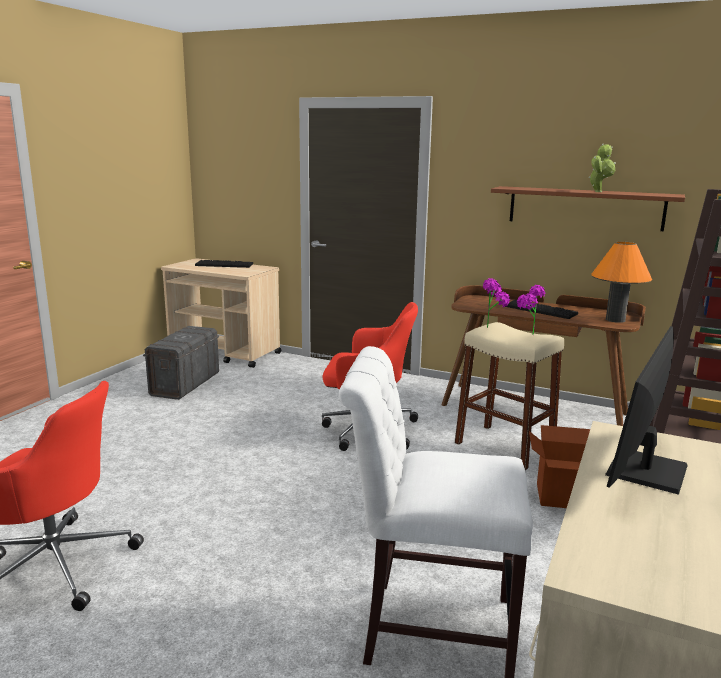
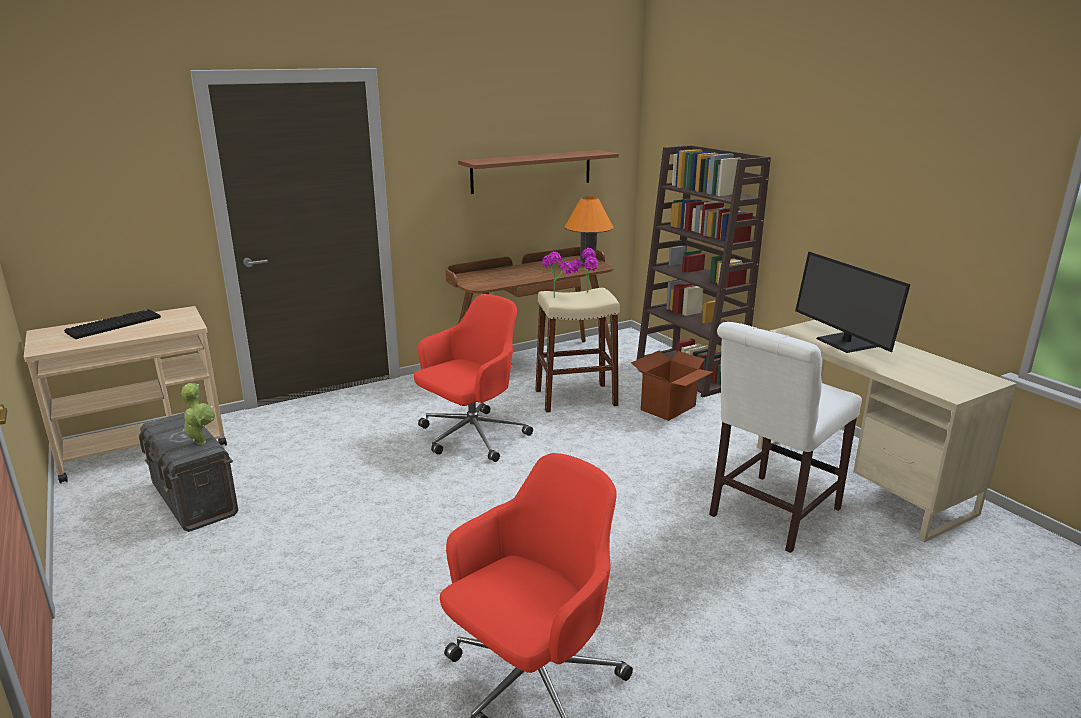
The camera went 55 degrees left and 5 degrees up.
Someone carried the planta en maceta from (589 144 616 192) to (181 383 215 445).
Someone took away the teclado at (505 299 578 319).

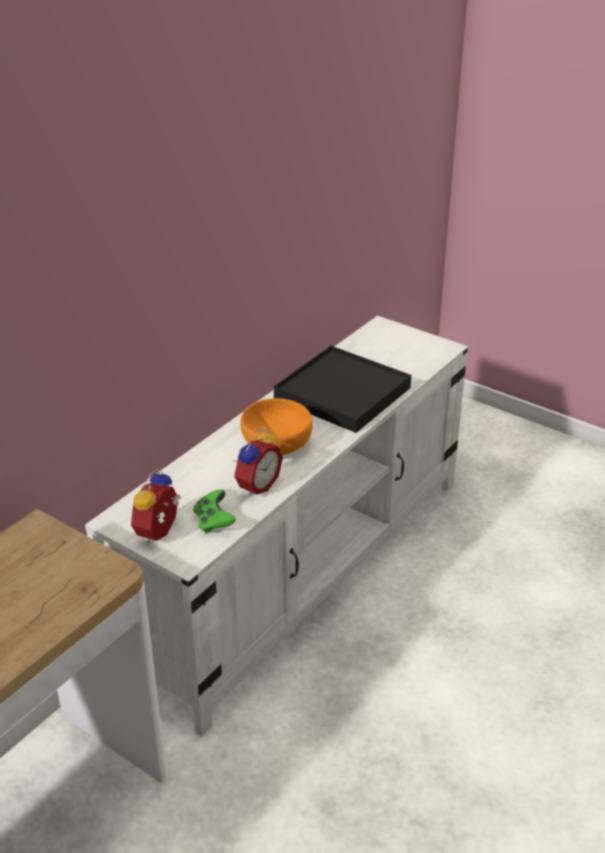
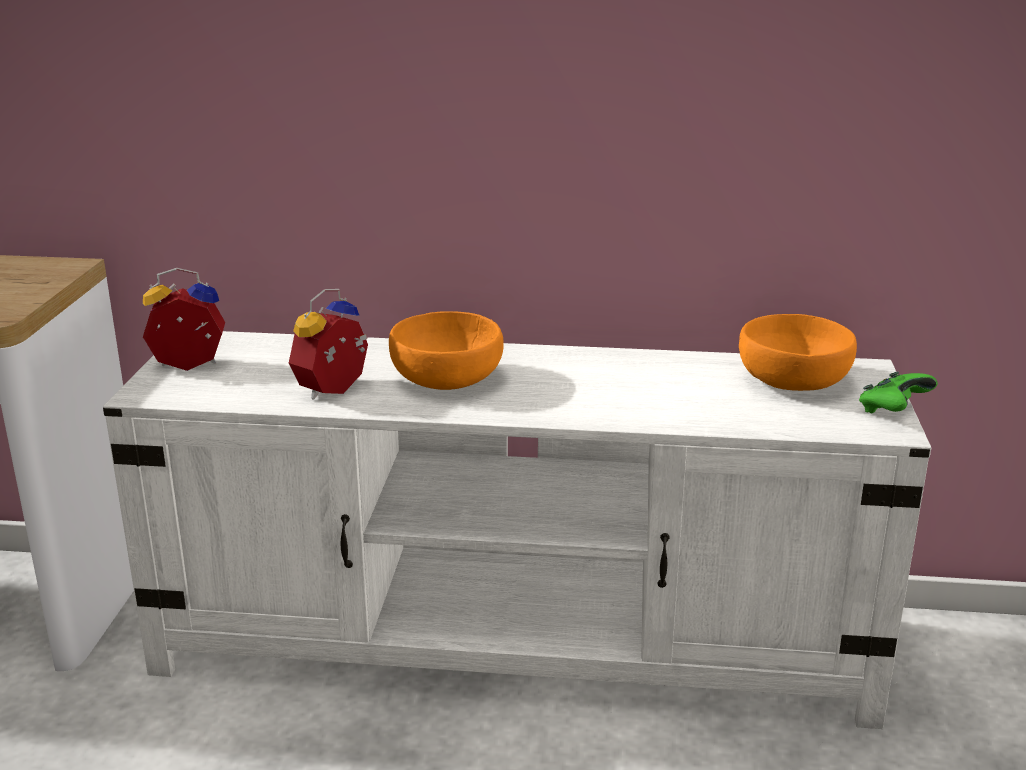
The camera went 60 degrees right and 10 degrees down.
Someone rotated the despertador at (233 427 283 496) by 120 degrees clockwise.
Someone put down the cuenco [naranja] at (739 314 857 391).
Someone carried the mando de consola [verde] from (193 489 236 534) to (859 372 938 414).
Someone took away the bandeja [negro] at (274 346 411 433).

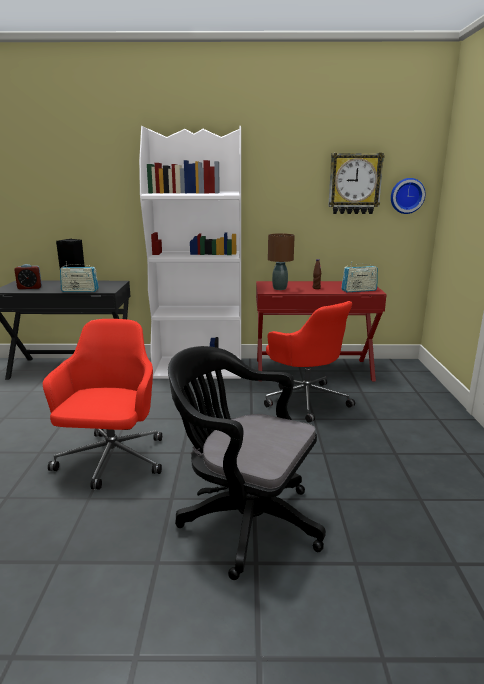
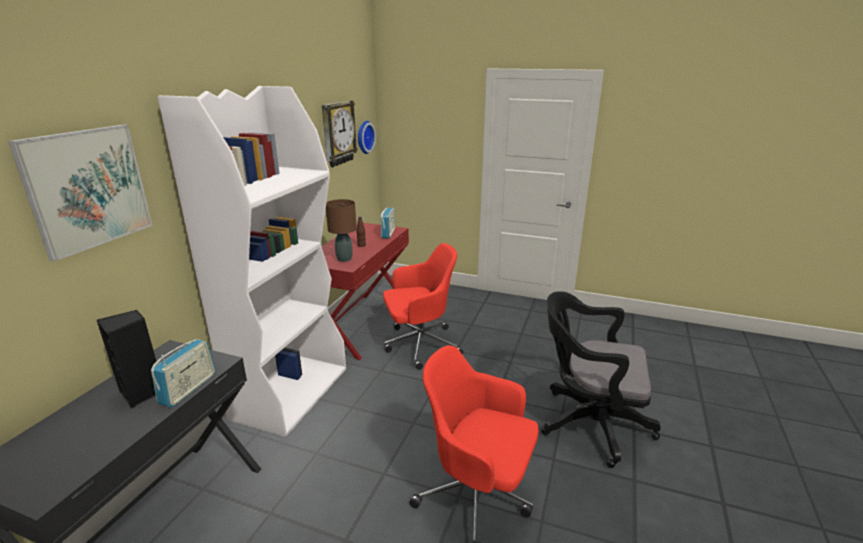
The camera went 70 degrees left and 5 degrees up.
Someone put up the cuadro at (8 124 153 261).
Someone rotated the silla de oficina [negro] at (168 346 326 580) by 60 degrees clockwise.
Someone took away the despertador at (14 264 42 289).

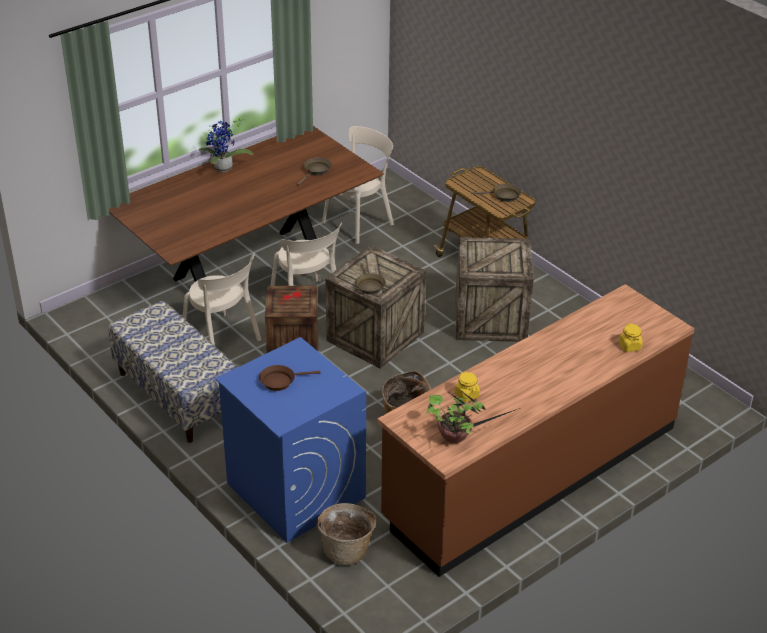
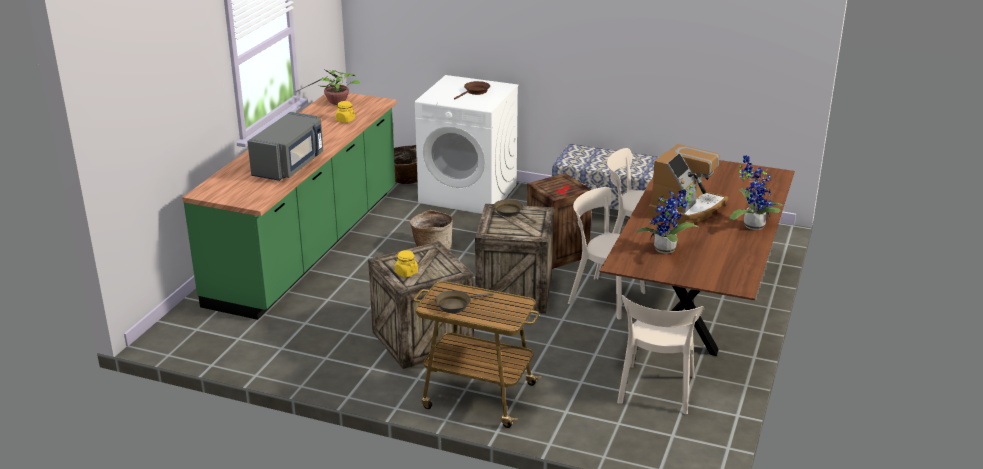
The camera went 150 degrees right and 10 degrees down.
Someone repainted the mueble bajo de cocina [marrón] at (377 284 695 577), which became the mueble bajo de cocina [verde] at (182 93 396 320).
Someone put down the microondas [gris] at (247 112 323 181).
Someone carried the tarro [amarillo] from (619 323 643 352) to (395 250 418 278).
Someone repainted the lavadora [azul] at (215 337 366 543), which became the lavadora [blanco] at (415 75 519 214).
Someone swapped the sartén [marrón] at (297 157 332 185) for the planta en maceta at (636 184 698 254).
Someone put down the cafetera at (648 144 729 224).

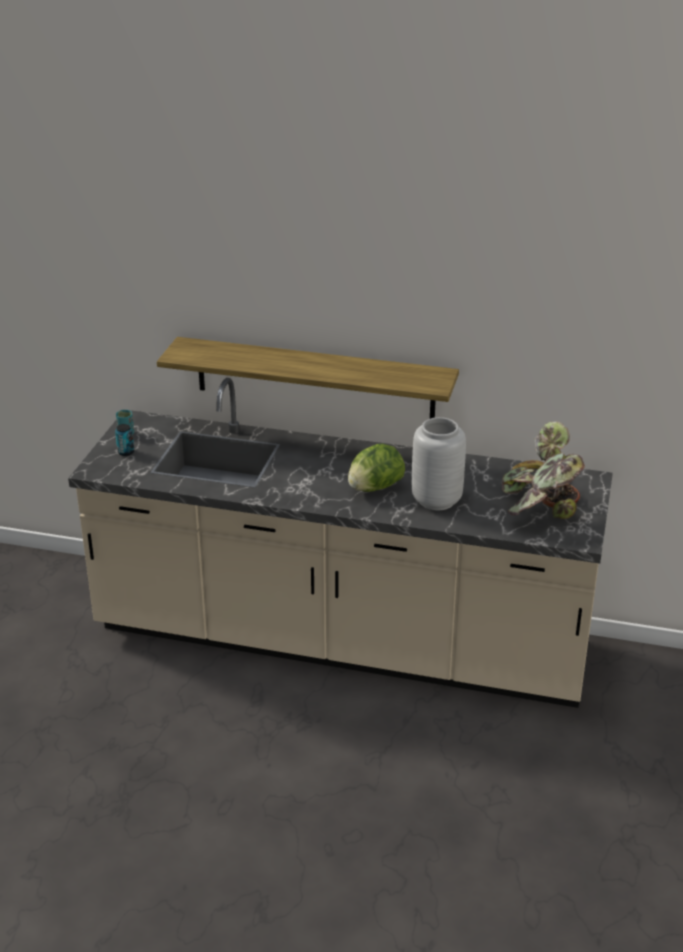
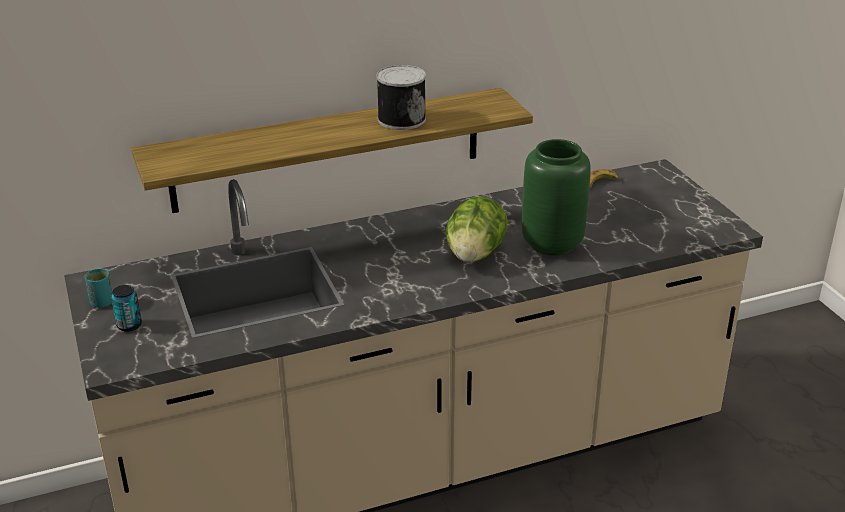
The camera went 35 degrees left and 0 degrees up.
Someone put down the lata at (377 65 426 130).
Someone repainted the florero [gris] at (412 417 466 510), which became the florero [verde] at (522 139 591 256).
Someone took away the planta en maceta at (502 421 585 519).

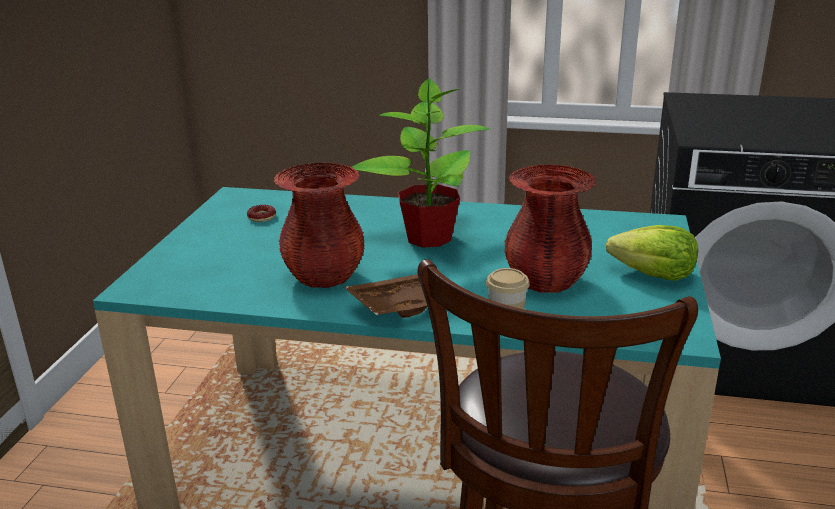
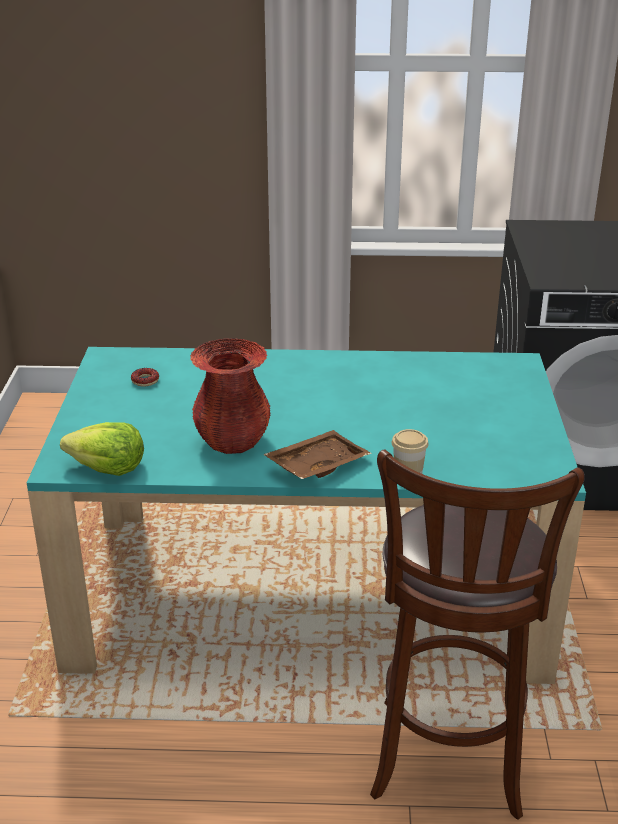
The camera went 10 degrees left and 5 degrees up.
Someone carried the lechuga from (606 225 698 281) to (60 422 144 476).
Someone took away the planta en maceta at (352 76 490 248).
Someone took away the florero [rojo] at (504 165 597 293).

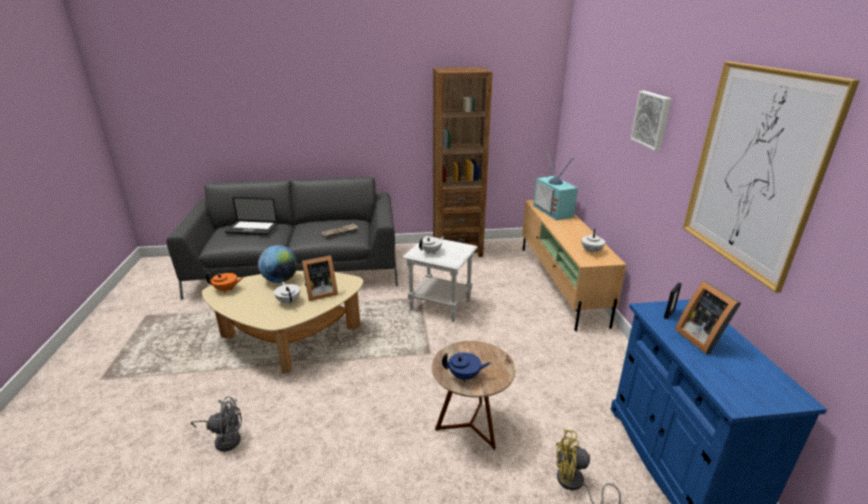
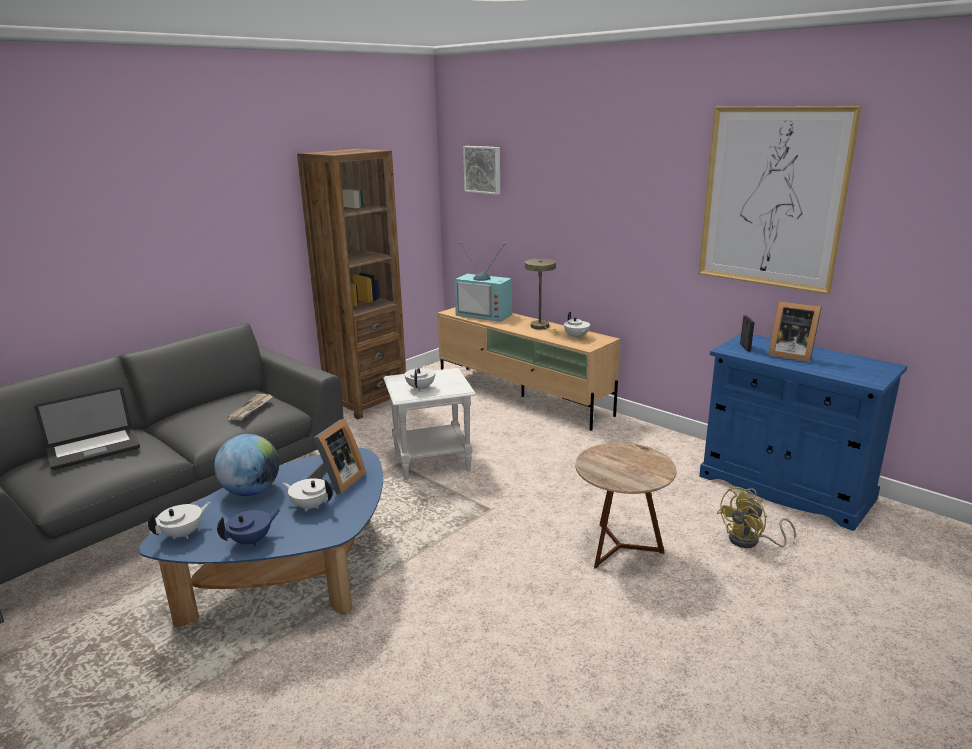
The camera went 40 degrees left and 5 degrees down.
Someone repainted the mesa de centro [beis] at (202 271 363 373), which became the mesa de centro [azul] at (139 448 383 627).
Someone repainted the tetera [naranja] at (206 272 244 293), which became the tetera [blanco] at (148 502 211 539).
Someone carried the tetera [azul] from (442 352 491 382) to (217 509 280 547).
Someone carried the cuadro from (631 91 672 151) to (463 146 500 195).
Someone put down the lámpara de mesa [beis] at (525 259 559 335).
Someone took away the ventilador [gris] at (191 396 242 452).

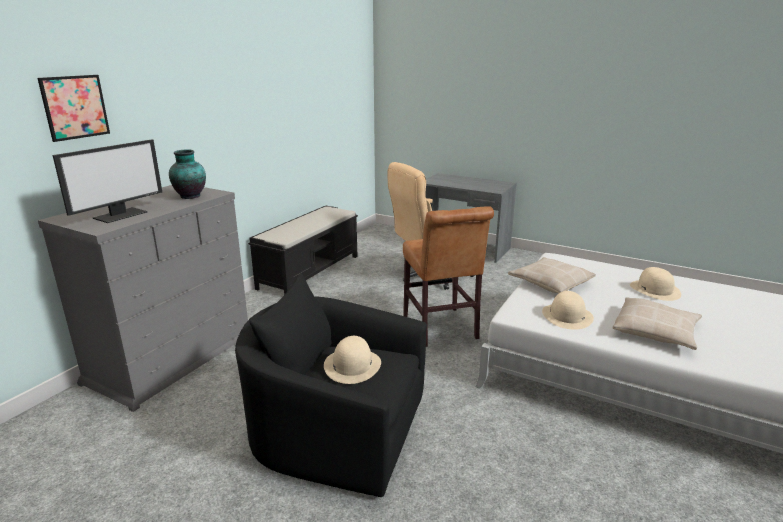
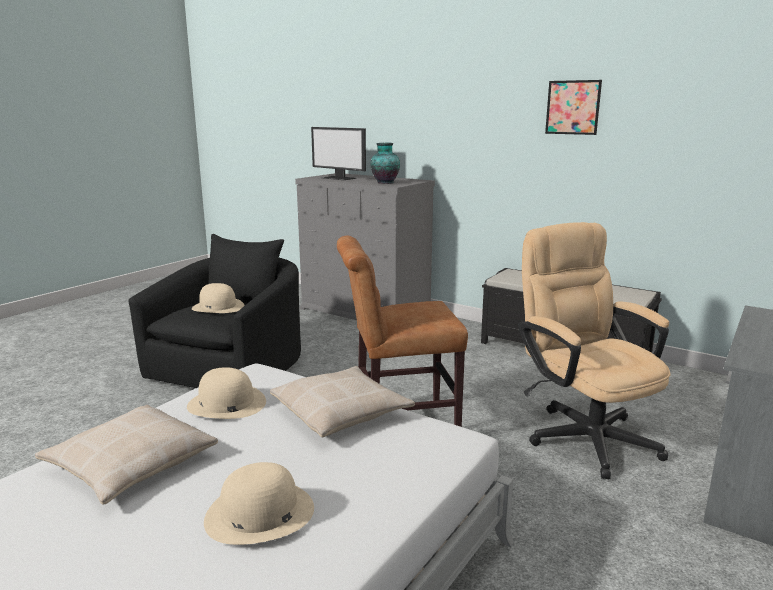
The camera went 95 degrees right and 5 degrees down.
Someone carried the cuadro from (37 75 110 142) to (545 80 602 135).

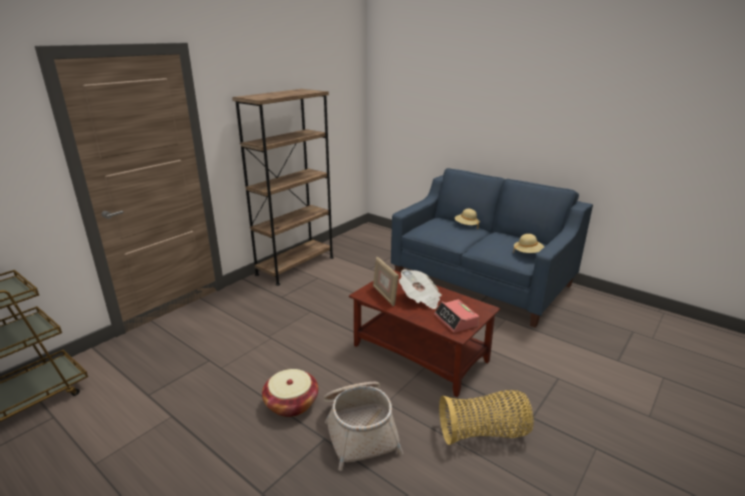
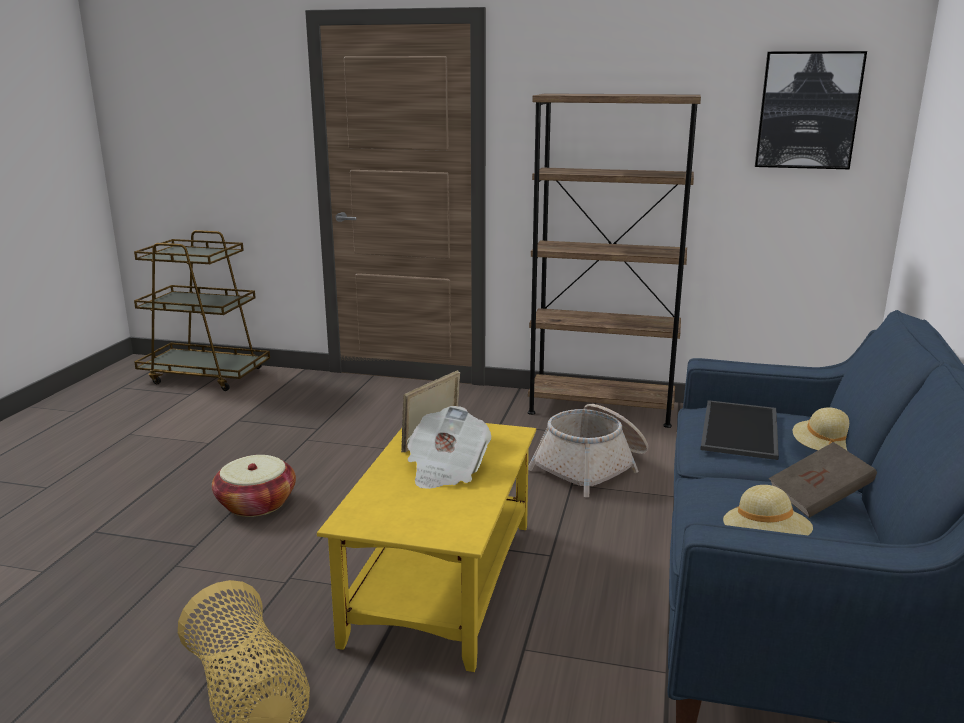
The camera went 65 degrees right and 5 degrees down.
Someone repainted the mesa de centro [marrón] at (349 270 500 397), which became the mesa de centro [amarillo] at (317 423 536 672).
Someone carried the cesta from (323 382 404 471) to (528 404 648 497).
Someone put down the bandeja at (700 400 779 460).
Someone put up the cuadro at (755 51 867 169).
Someone put down the libro [marrón] at (769 442 877 518).
Someone took away the despertador at (434 299 479 333).

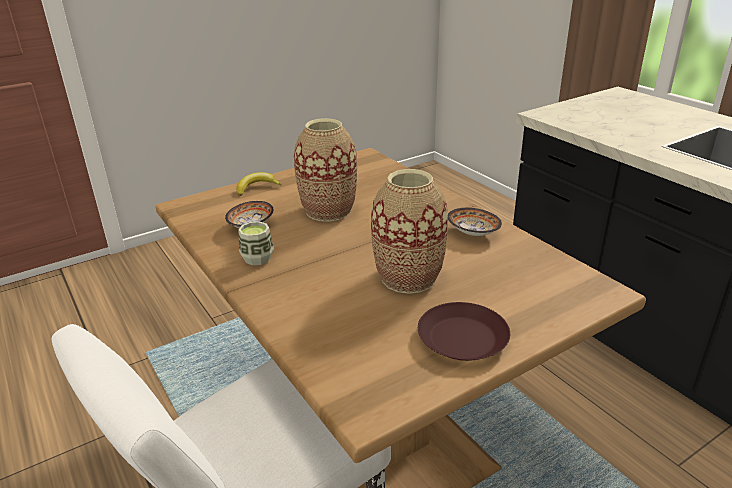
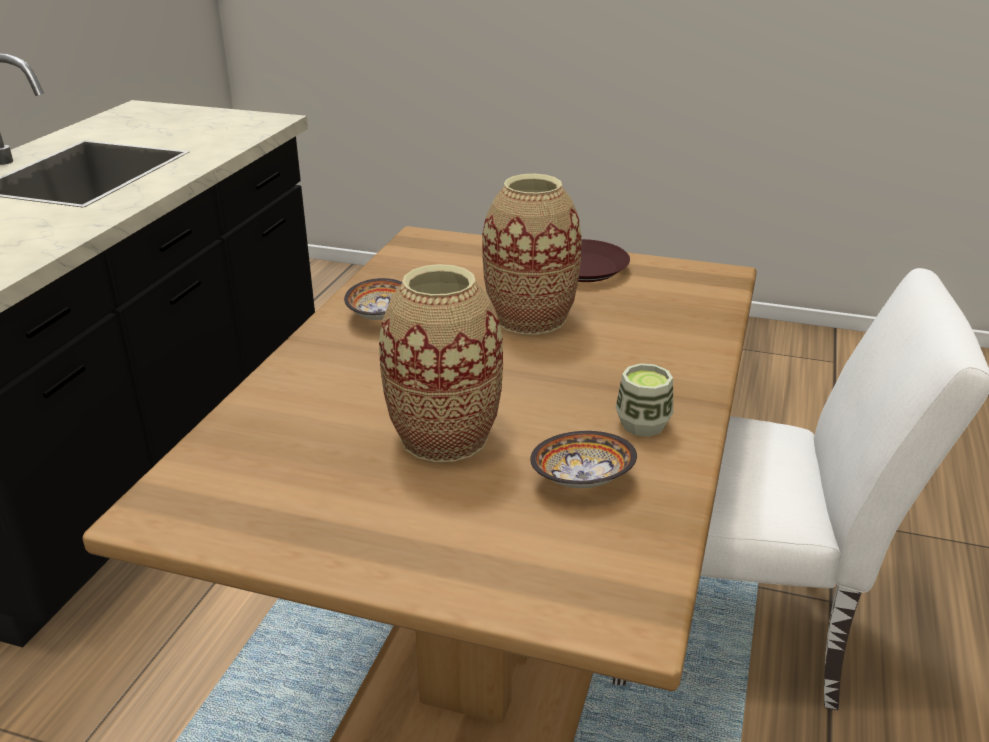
The camera went 130 degrees left and 0 degrees up.
Someone took away the plátano at (236 172 282 196).

